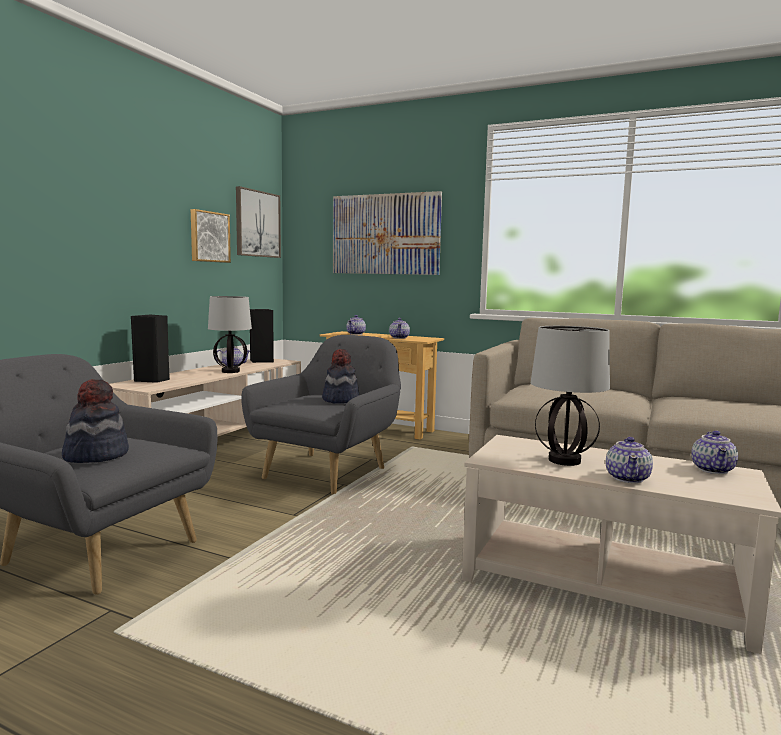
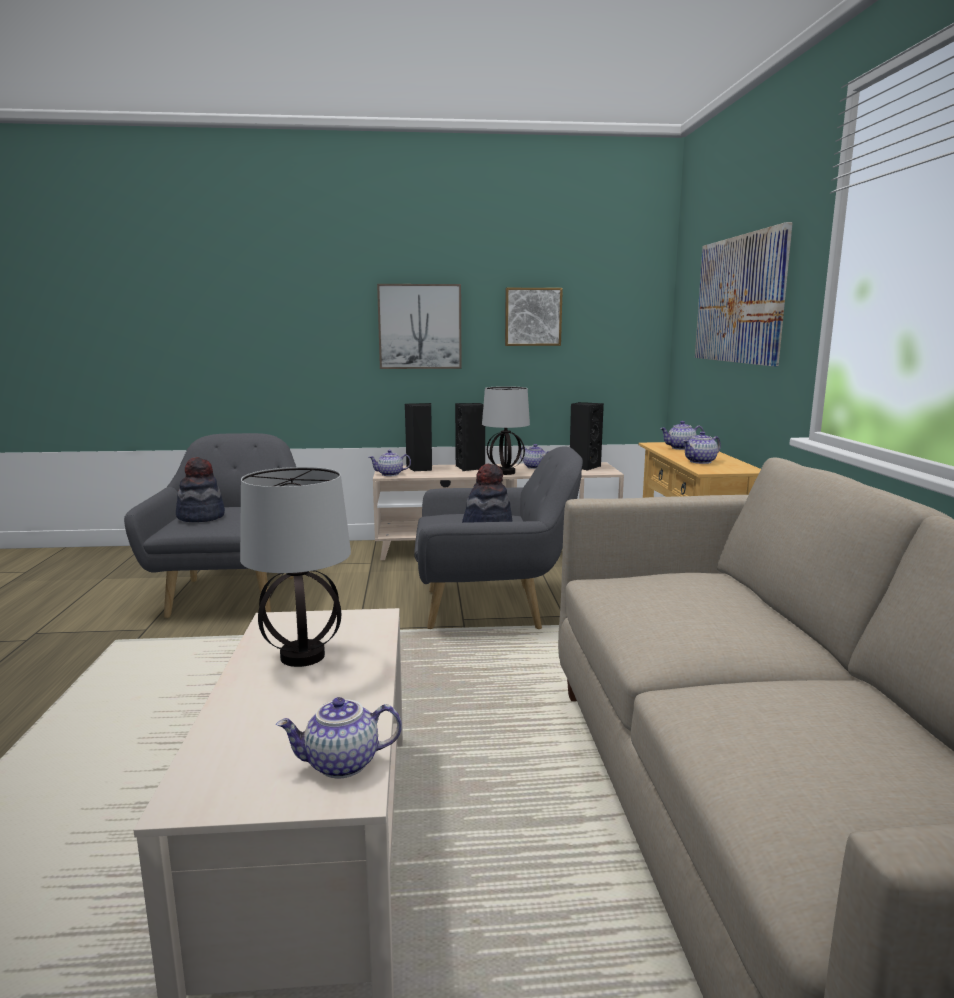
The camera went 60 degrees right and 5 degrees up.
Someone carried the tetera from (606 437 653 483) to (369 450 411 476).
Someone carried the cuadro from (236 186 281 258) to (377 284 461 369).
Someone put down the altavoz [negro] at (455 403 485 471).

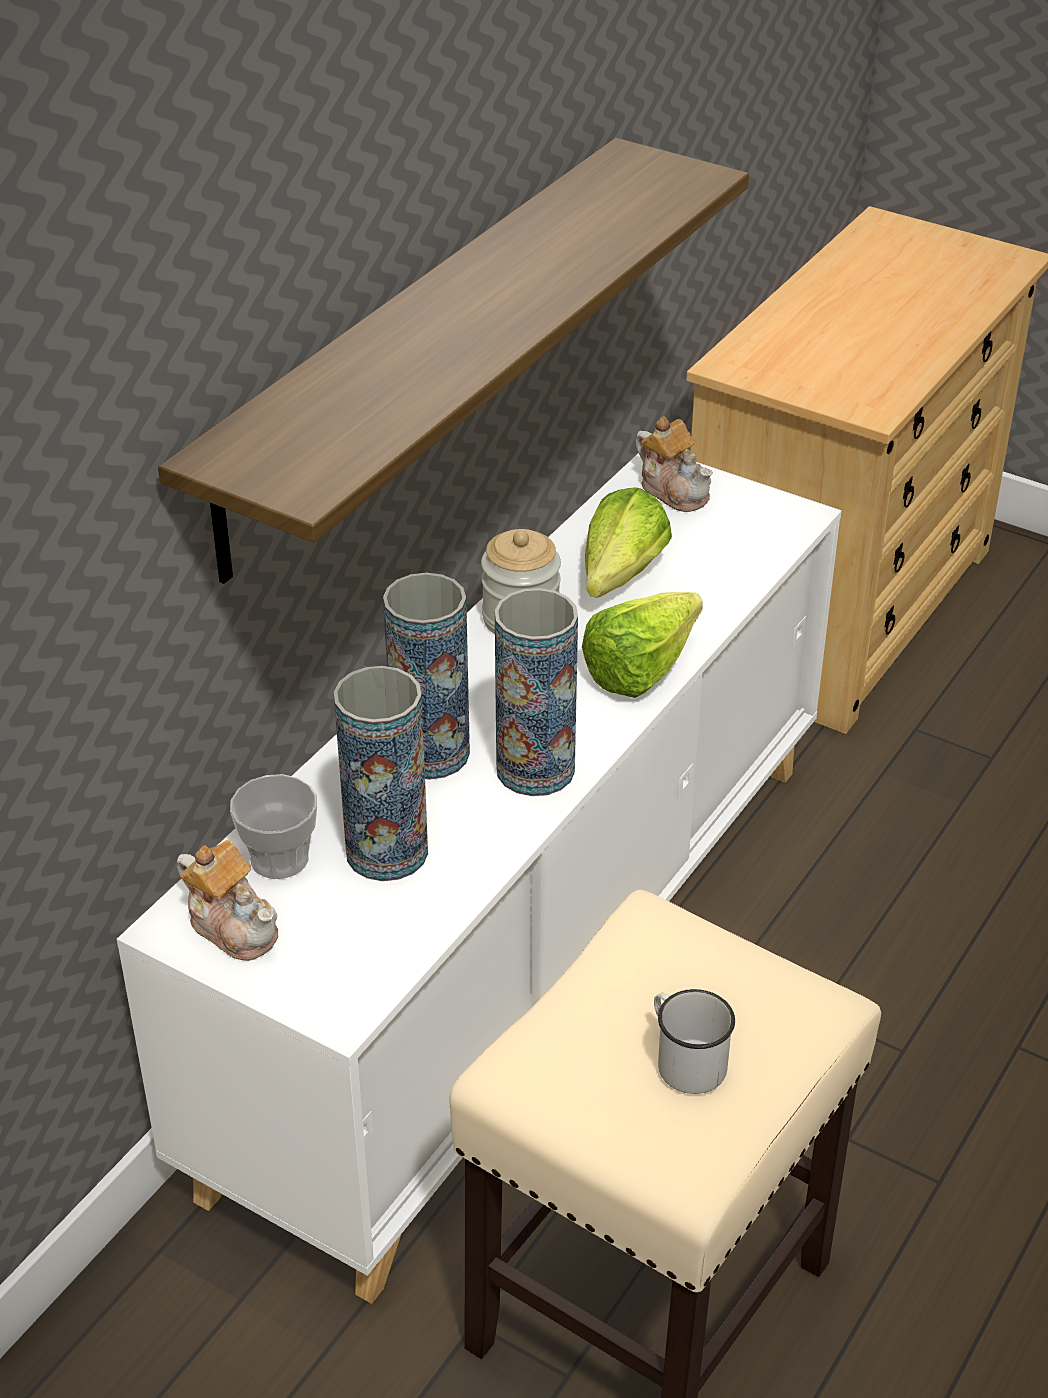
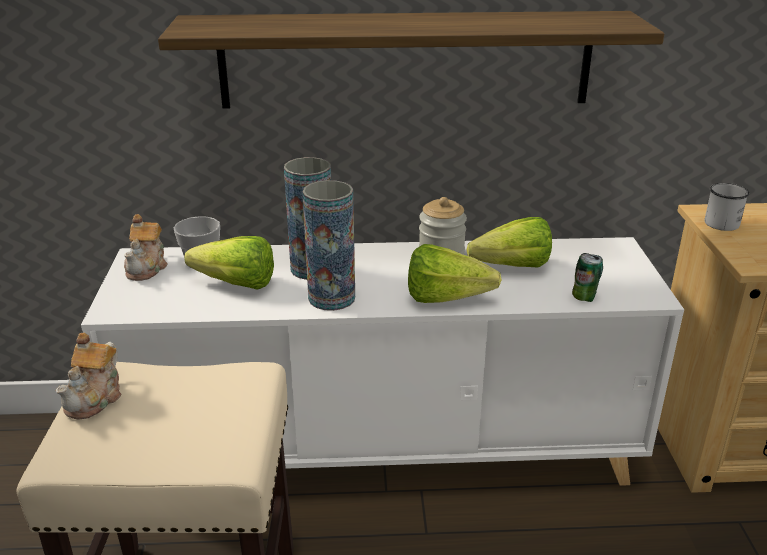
The camera went 55 degrees right and 10 degrees down.
Someone carried the tetera from (635 416 713 512) to (56 333 121 420).
Someone swapped the florero at (334 666 428 881) for the lechuga at (184 236 274 290).
Someone put down the lata at (572 253 603 302).
Someone carried the taza grande [blanco] from (654 989 735 1094) to (704 183 750 231).

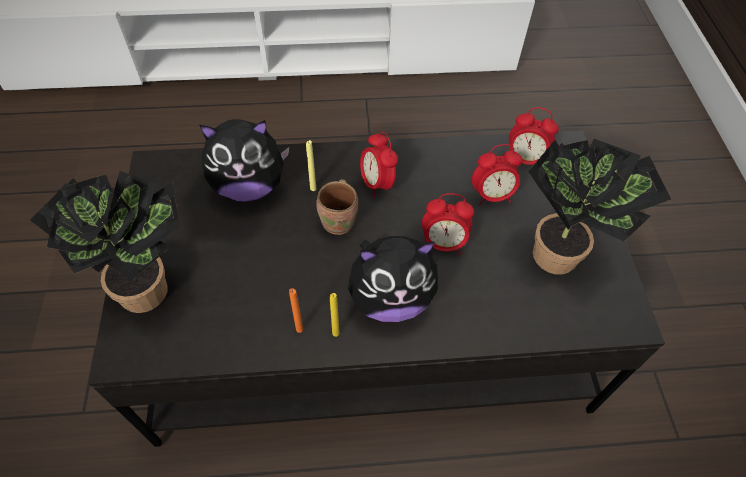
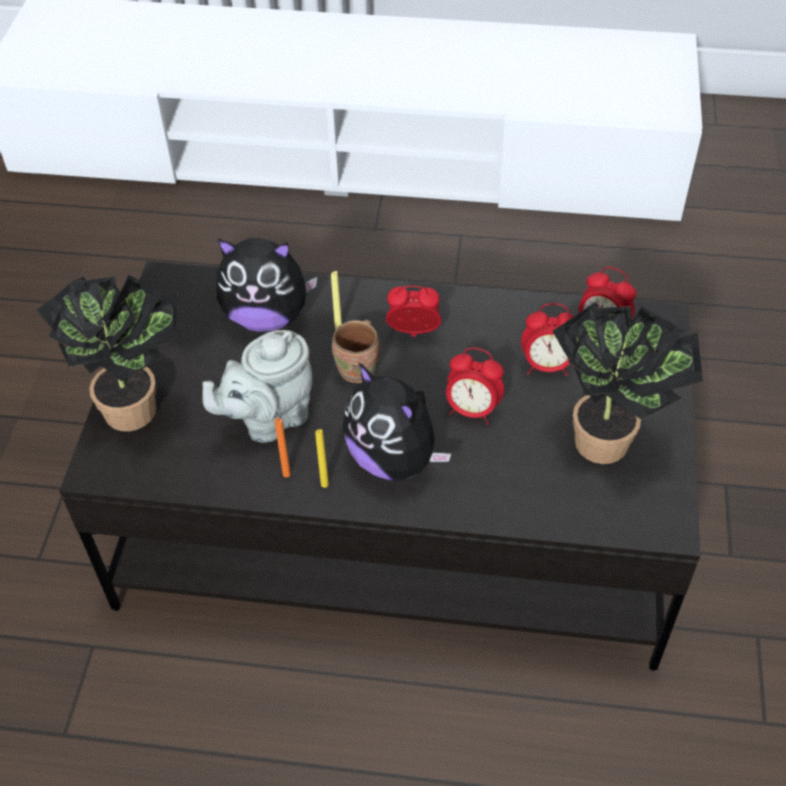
The camera went 15 degrees right and 5 degrees down.
Someone put down the tetera [gris] at (202 330 313 443).
Someone rotated the peluche at (348 236 439 322) by 45 degrees clockwise.
Someone rotated the despertador at (360 132 398 198) by 105 degrees clockwise.

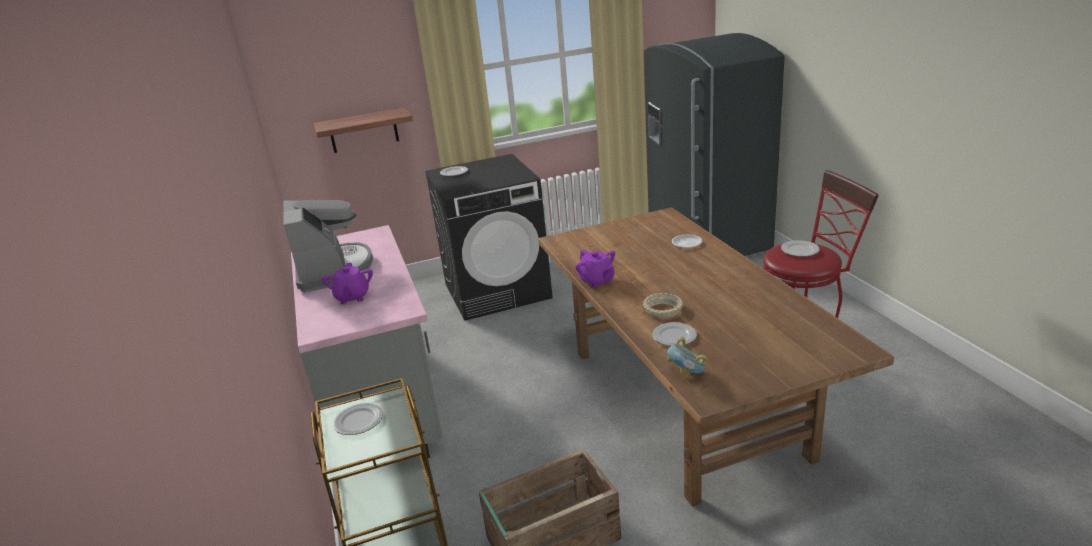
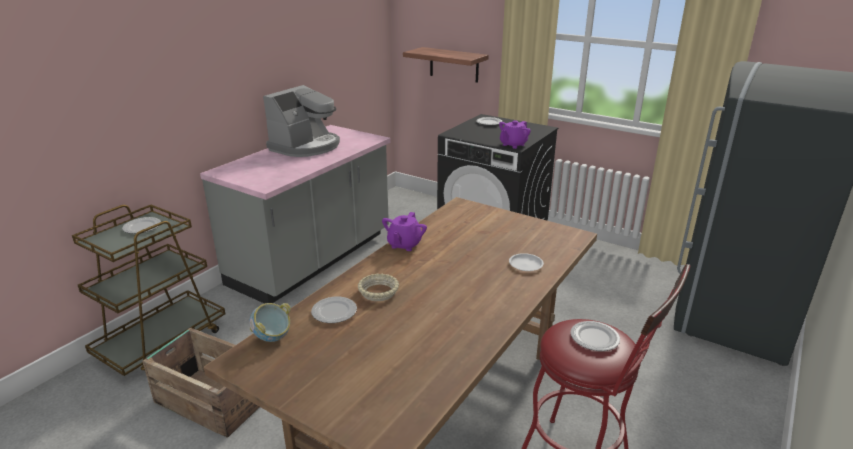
The camera went 50 degrees right and 0 degrees up.
Someone carried the tetera [morado] from (322 263 373 304) to (499 120 531 149).

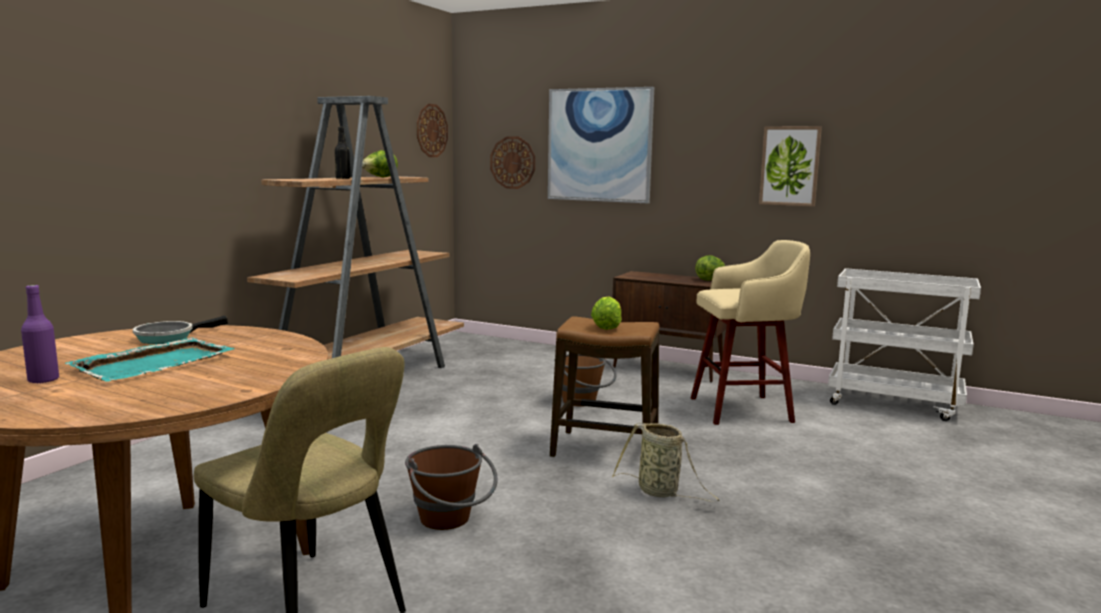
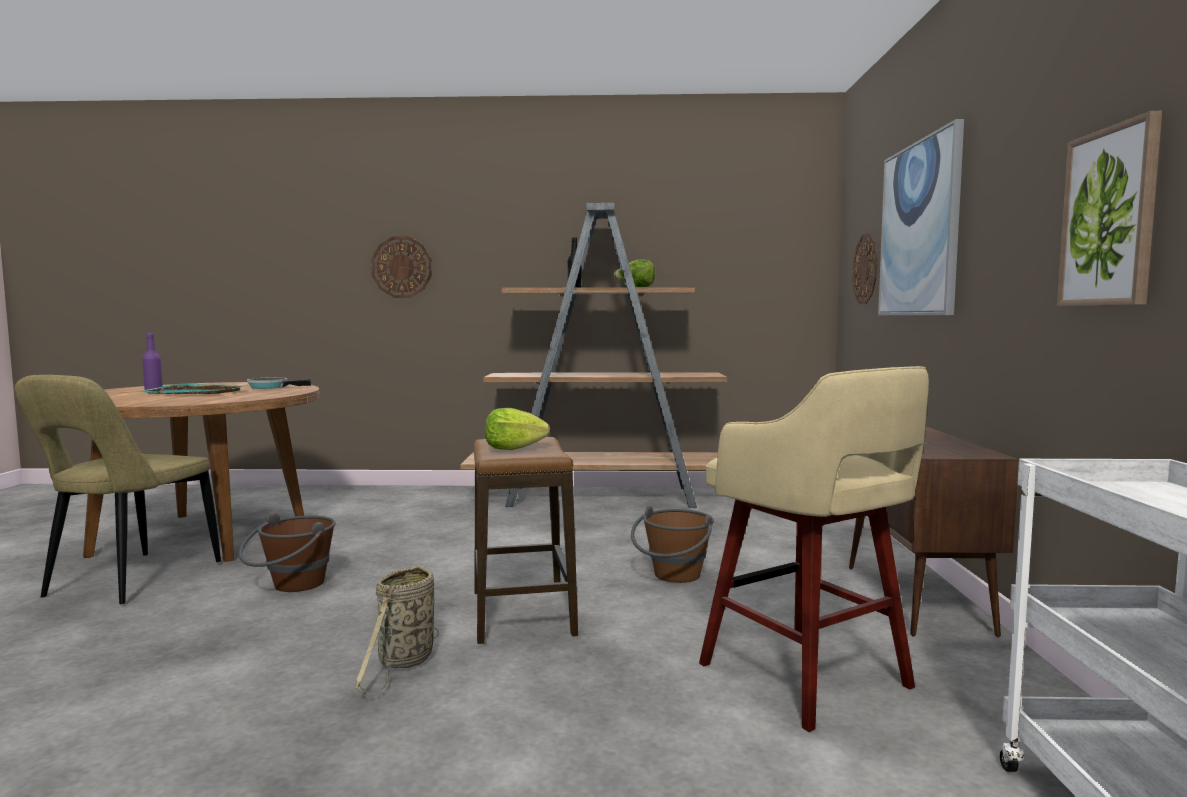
The camera went 65 degrees right and 5 degrees down.
Someone carried the reloj de pared from (417 104 448 157) to (371 236 432 298).
Someone took away the lechuga at (695 255 725 280).

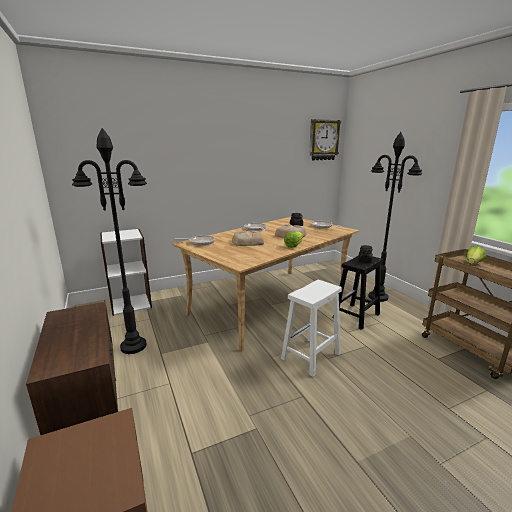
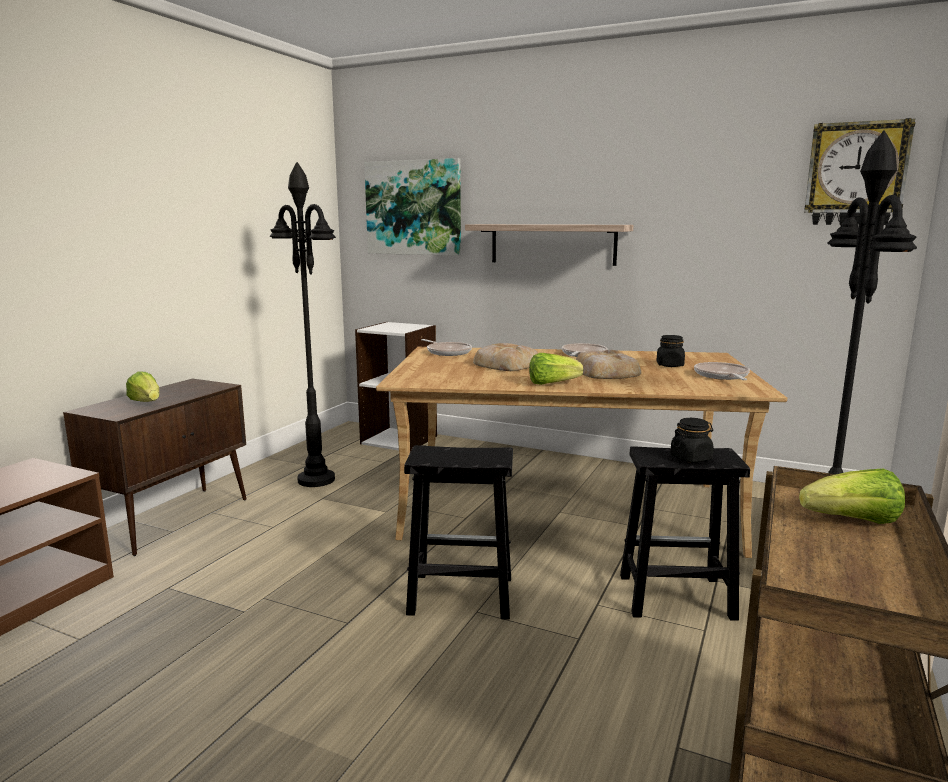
The camera went 50 degrees right and 5 degrees down.
Someone put down the lechuga at (126 371 159 402).
Someone put up the cuadro at (364 158 461 256).
Someone repainted the taburete [blanco] at (281 280 342 377), which became the taburete [negro] at (404 445 513 620).
Someone put up the estante at (465 224 634 266).

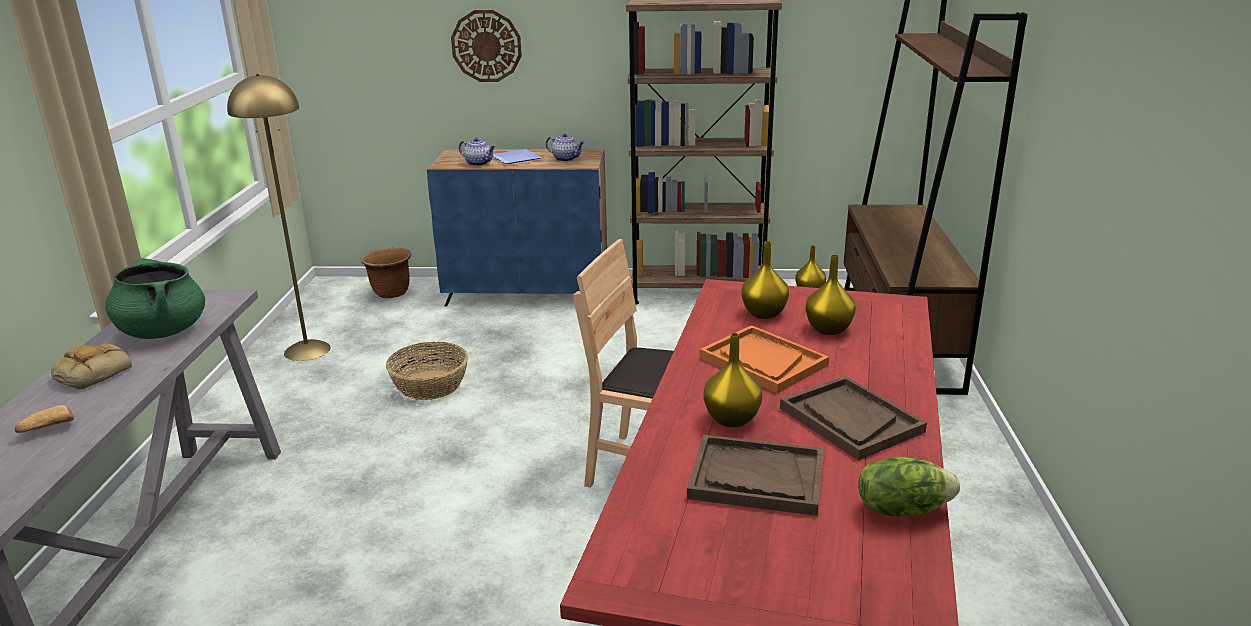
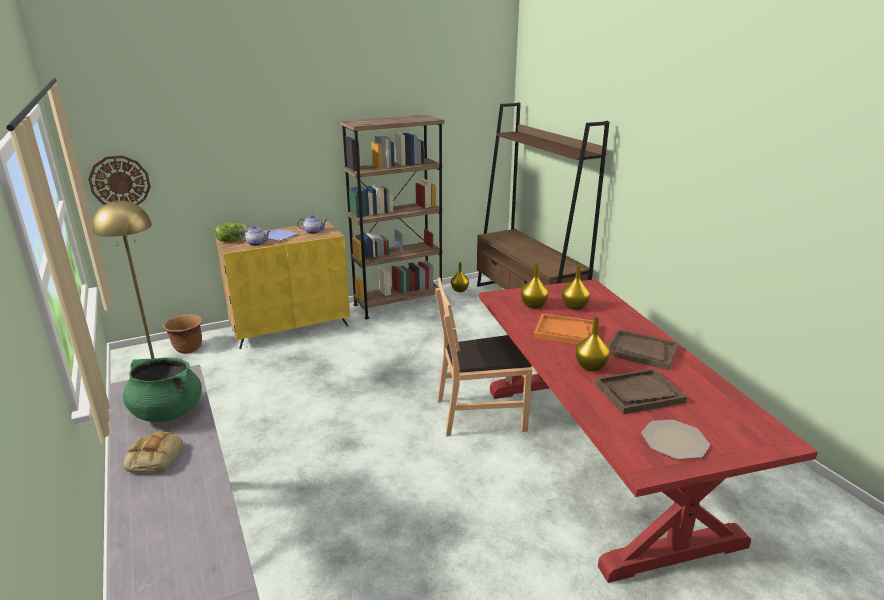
The camera went 30 degrees left and 0 degrees up.
Someone carried the reloj de pared from (451 10 522 82) to (88 156 151 205).
Someone carried the lechuga from (858 457 960 517) to (215 222 249 242).
Someone repainted the armario [azul] at (427 149 607 307), which became the armario [amarillo] at (216 221 350 349).
Someone put down the plato at (641 420 710 460).
Someone took away the pan at (14 405 74 433).
Someone took away the cesta at (386 342 468 400).

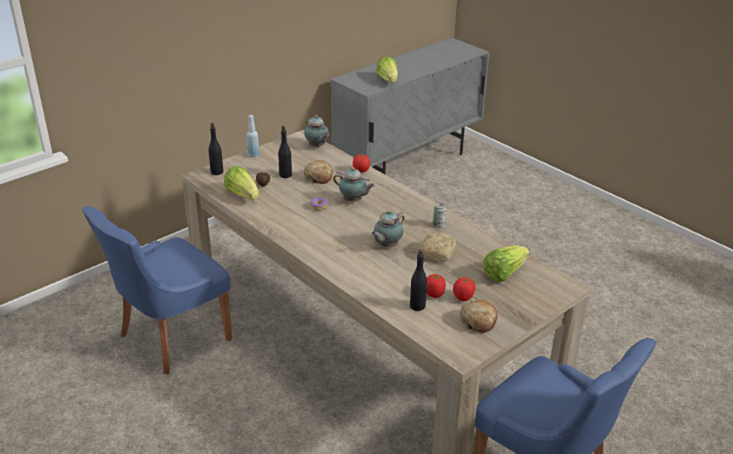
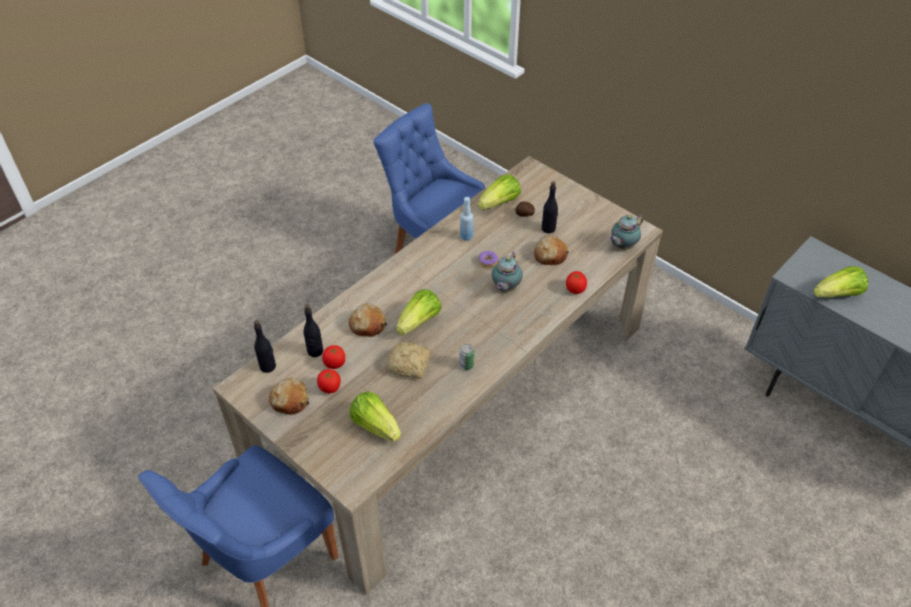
The camera went 85 degrees right and 15 degrees up.
Someone carried the botella [negro] from (209 123 223 175) to (254 320 276 373).
Someone put down the pan at (349 303 387 337).
Someone swapped the tetera at (371 210 405 247) for the lechuga at (396 289 442 335).
Someone carried the botella [azul] from (247 115 259 157) to (460 197 474 241).

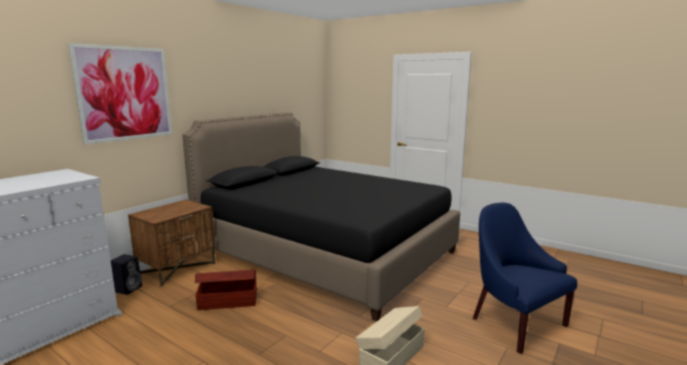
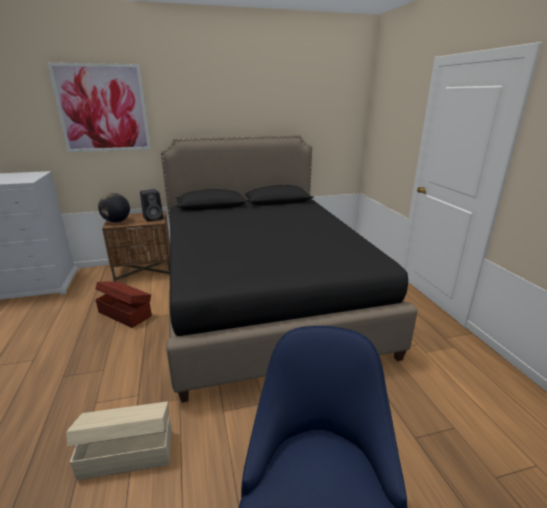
The camera went 40 degrees right and 10 degrees up.
Someone put down the globo terráqueo at (98 193 130 223).
Someone carried the altavoz [negro] from (111 254 142 295) to (140 189 163 222).

